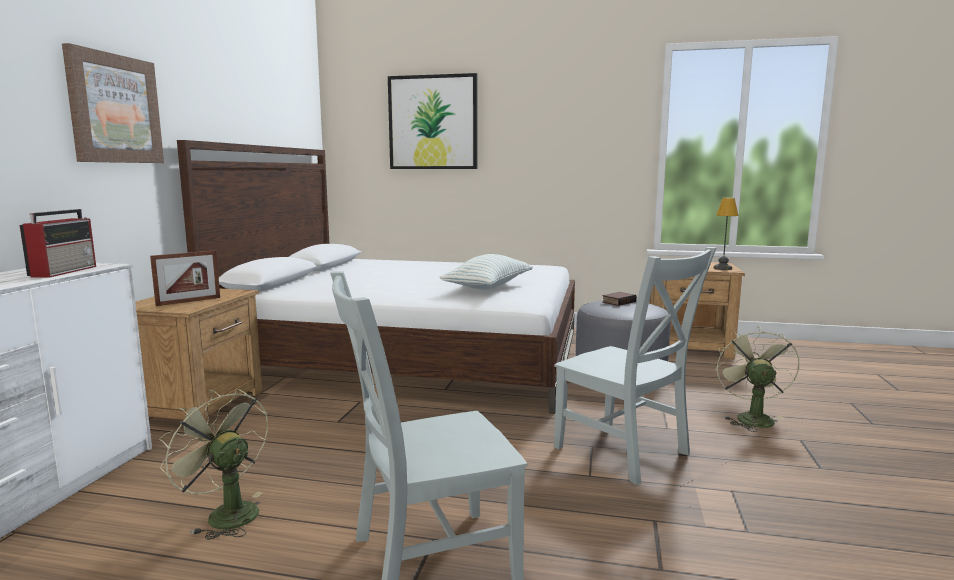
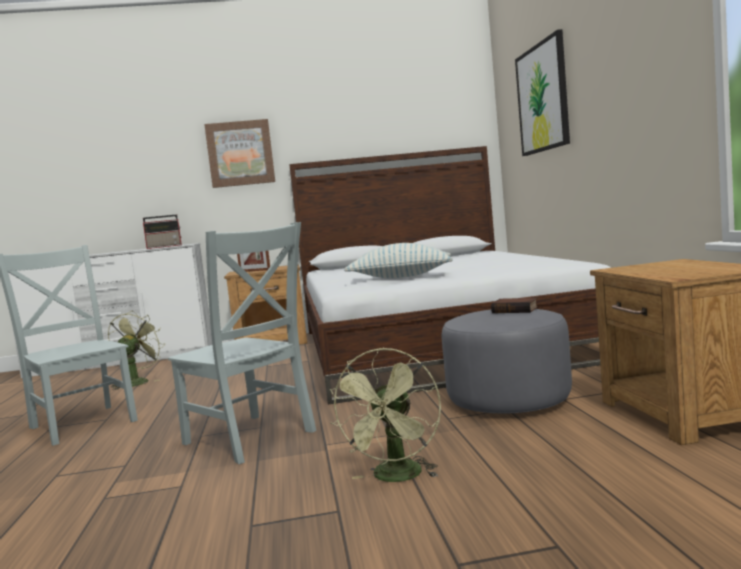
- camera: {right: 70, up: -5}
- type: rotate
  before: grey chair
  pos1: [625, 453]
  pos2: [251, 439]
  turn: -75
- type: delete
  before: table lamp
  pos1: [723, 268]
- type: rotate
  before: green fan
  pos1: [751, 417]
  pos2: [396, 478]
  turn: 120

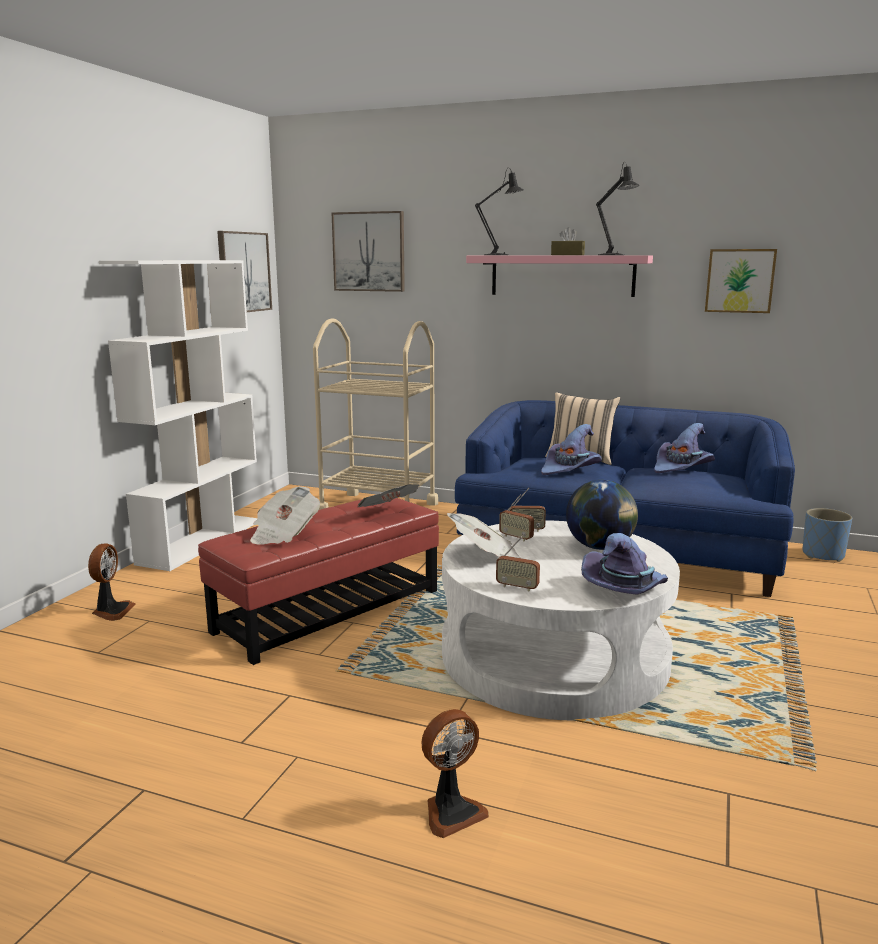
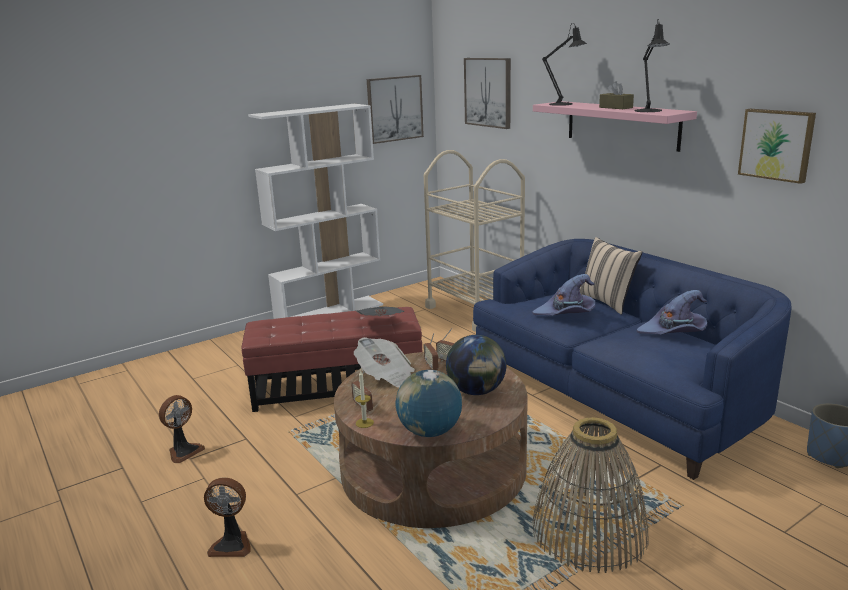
- camera: {right: 35, up: 5}
- type: move
  before: fan
  pos1: [112, 611]
  pos2: [184, 451]
- type: delete
  before: newspaper
  pos1: [283, 534]
- type: recolor
  before: white coffee table
  after: brown coffee table
  pos1: [554, 655]
  pos2: [433, 467]
- type: replace
  before: purple hat
  after: globe
  pos1: [625, 589]
  pos2: [429, 432]
- type: insert
  after: candle
  pos2: [364, 423]
- type: insert
  after: basket
  pos2: [589, 532]

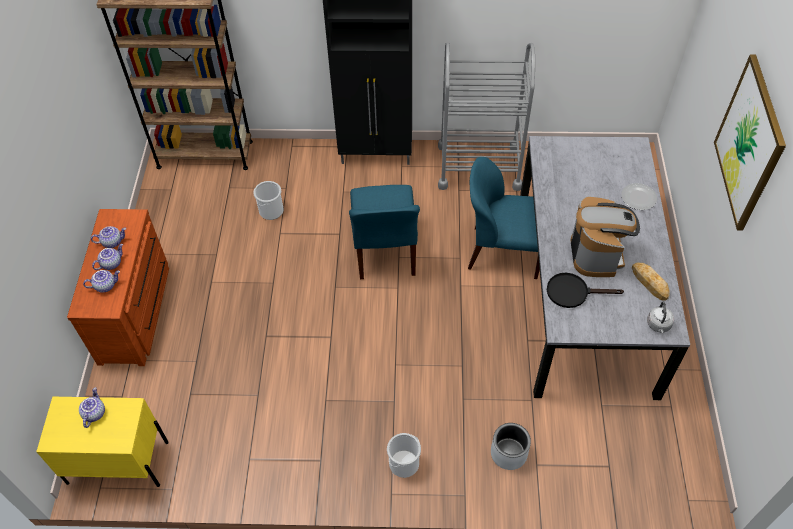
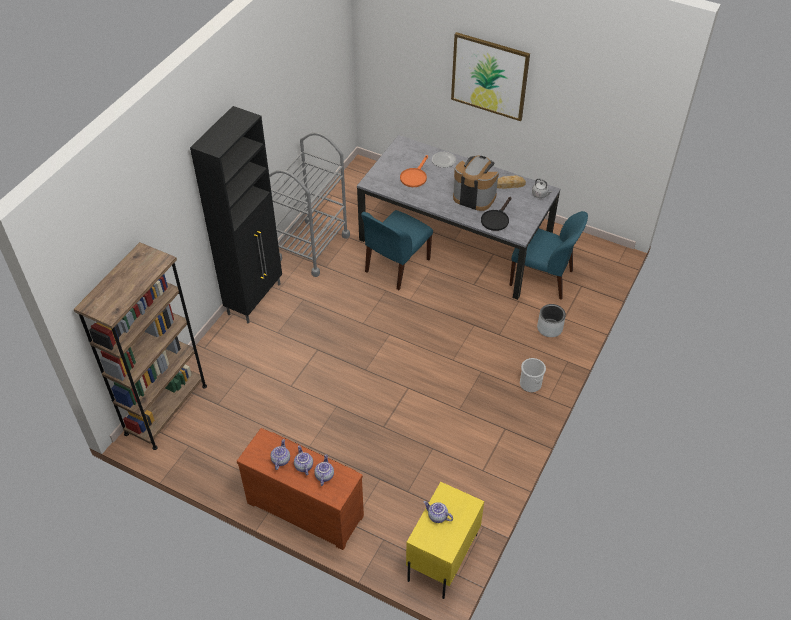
- camera: {right: -65, up: -5}
- type: delete
  before: bucket
  pos1: [271, 210]
- type: move
  before: blue chair
  pos1: [385, 251]
  pos2: [542, 278]
- type: insert
  after: orange frying pan
  pos2: [414, 176]

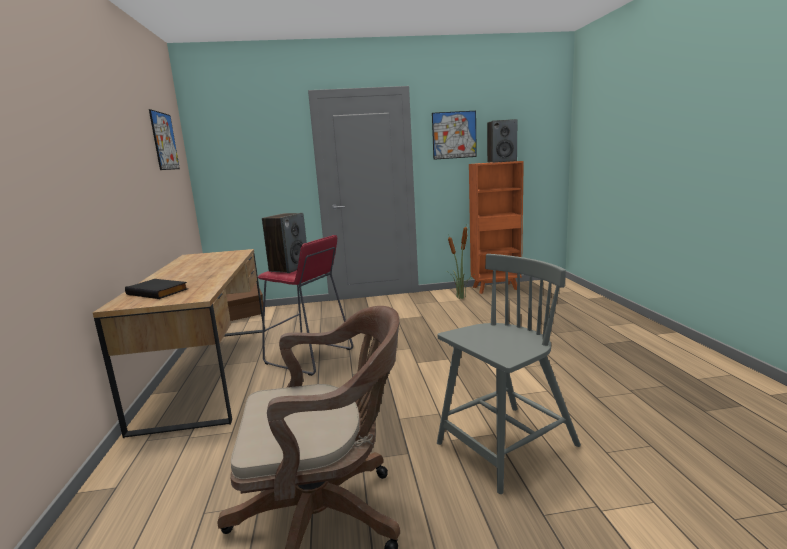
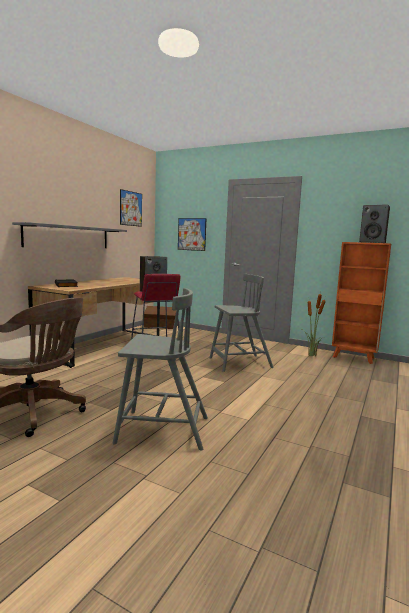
- camera: {right: 35, up: -5}
- type: move
  before: picture
  pos1: [454, 135]
  pos2: [191, 234]
- type: insert
  after: grey shelf
  pos2: [68, 237]
- type: insert
  after: grey chair
  pos2: [239, 363]

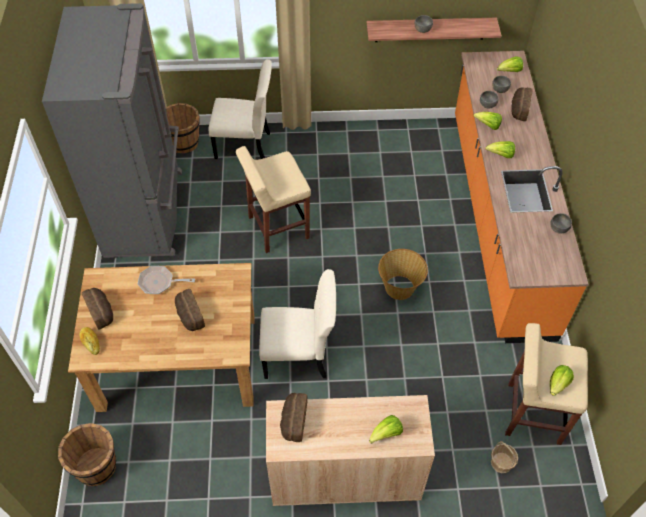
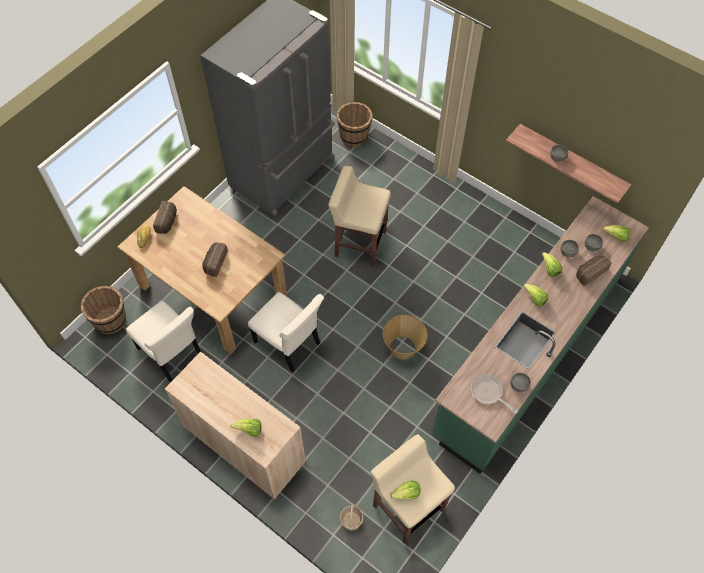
- camera: {right: 40, up: 5}
- type: move
  before: frying pan
  pos1: [159, 282]
  pos2: [488, 393]
- type: move
  before: beige chair
  pos1: [245, 146]
  pos2: [171, 354]
- type: delete
  before: bread
  pos1: [293, 421]
- type: recolor
  before: orange counter
  after: green counter
  pos1: [499, 220]
  pos2: [529, 352]

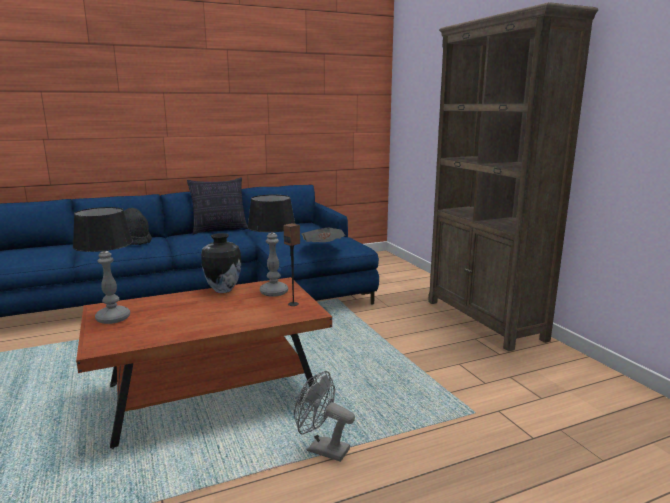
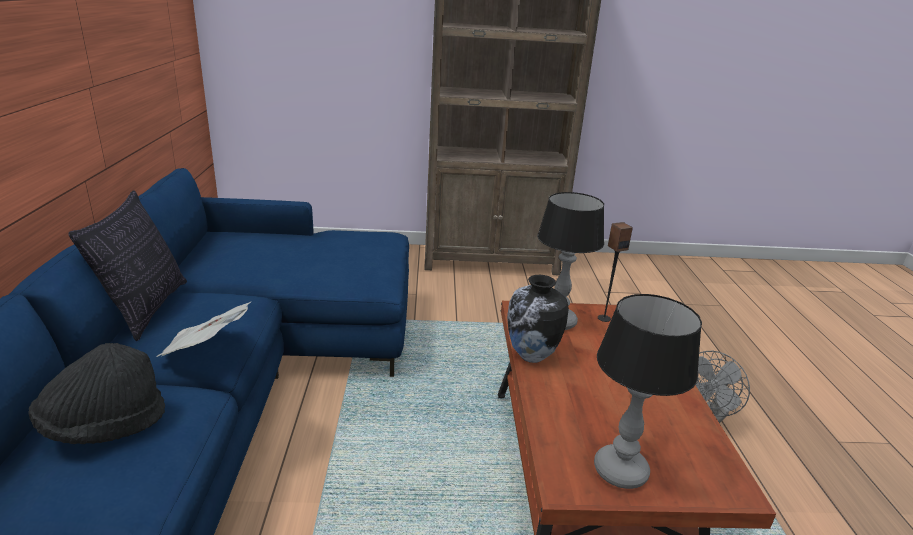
- camera: {right: -70, up: 10}
- type: move
  before: newspaper
  pos1: [323, 247]
  pos2: [207, 350]

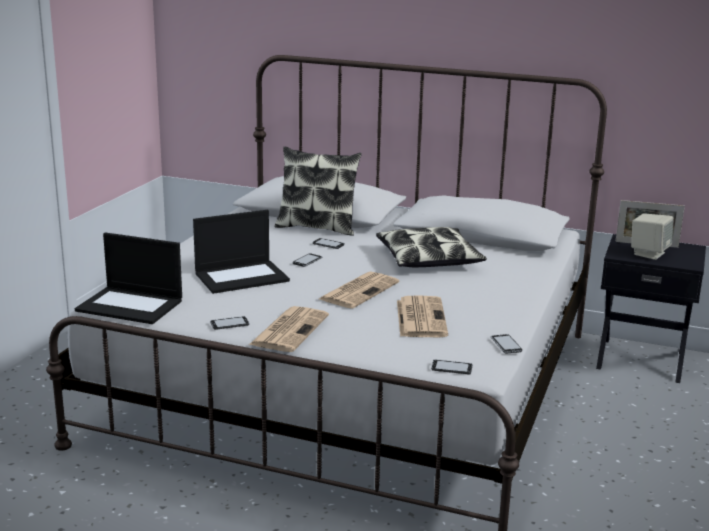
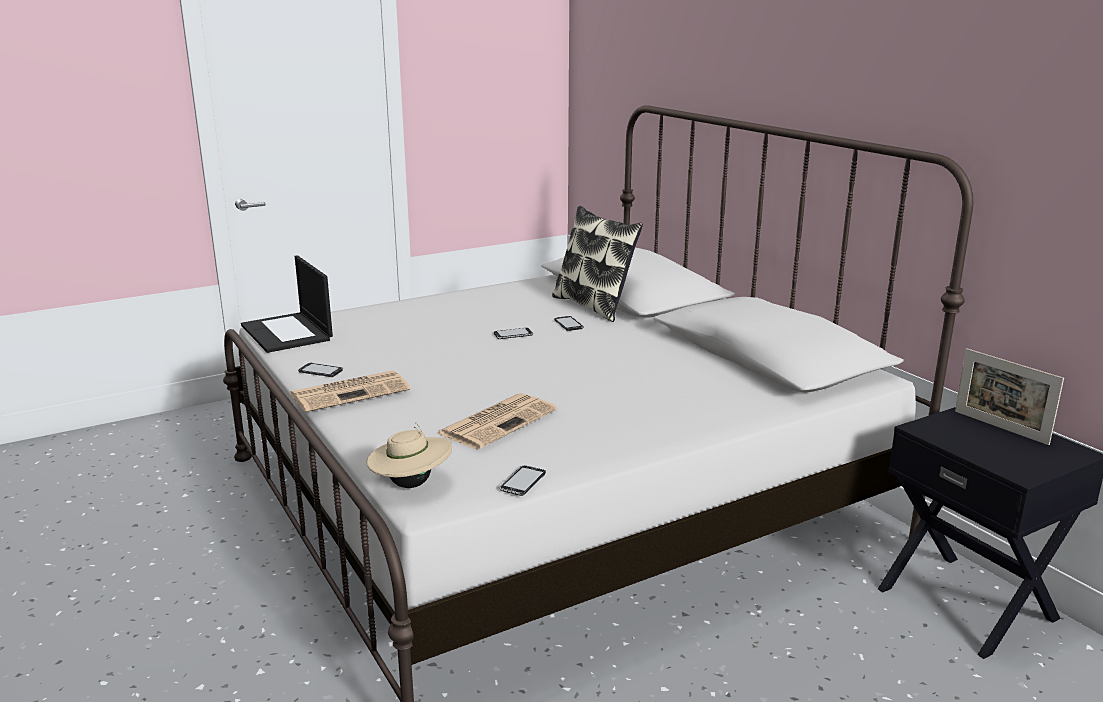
- camera: {right: 40, up: 0}
- type: delete
  before: laptop
  pos1: [242, 276]
- type: delete
  before: newspaper
  pos1: [359, 290]
- type: delete
  before: pillow
  pos1: [429, 259]
- type: replace
  before: phone
  after: beige hat
  pos1: [451, 368]
  pos2: [411, 484]
- type: delete
  before: beige speaker
  pos1: [649, 253]

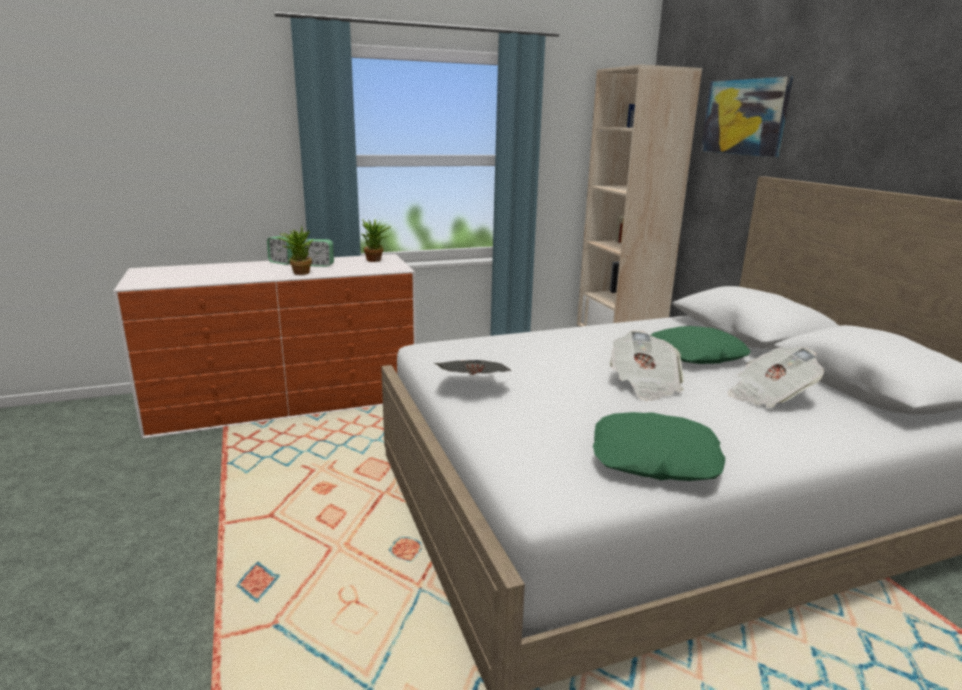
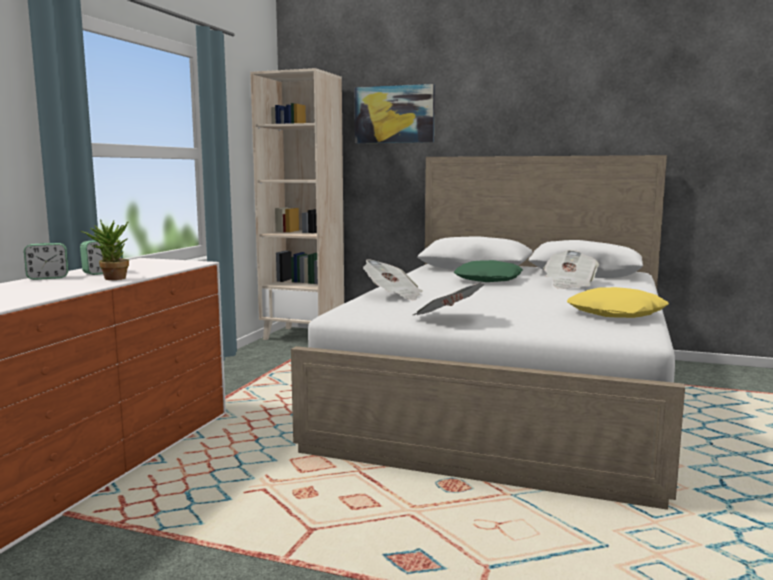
- camera: {right: -50, up: -10}
- type: delete
  before: potted plant
  pos1: [376, 260]
- type: recolor
  before: green pillow
  after: yellow pillow
  pos1: [654, 459]
  pos2: [617, 313]
- type: move
  before: newspaper
  pos1: [644, 385]
  pos2: [393, 296]

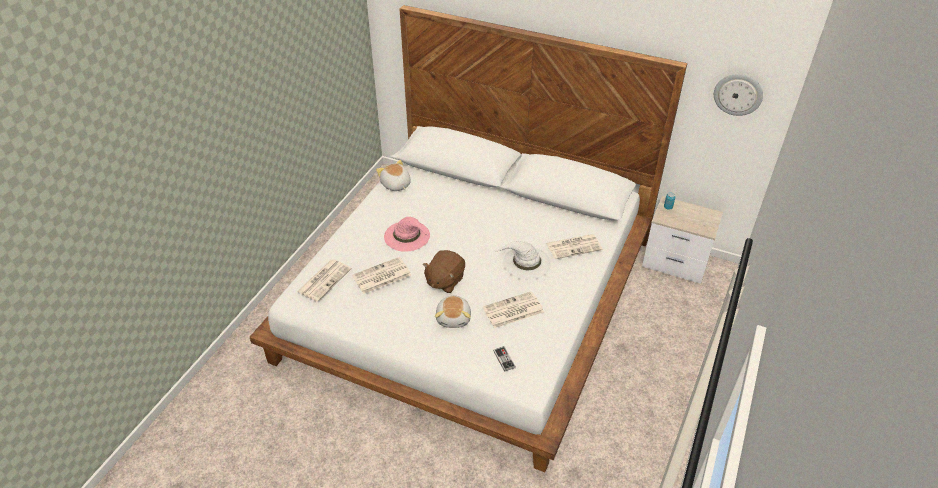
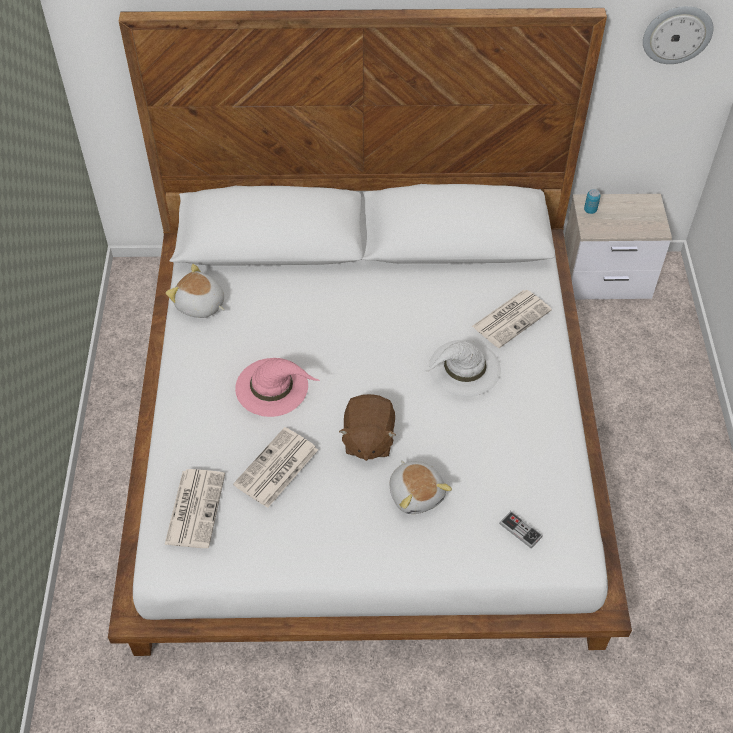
- camera: {right: -25, up: 10}
- type: delete
  before: newspaper
  pos1: [512, 310]

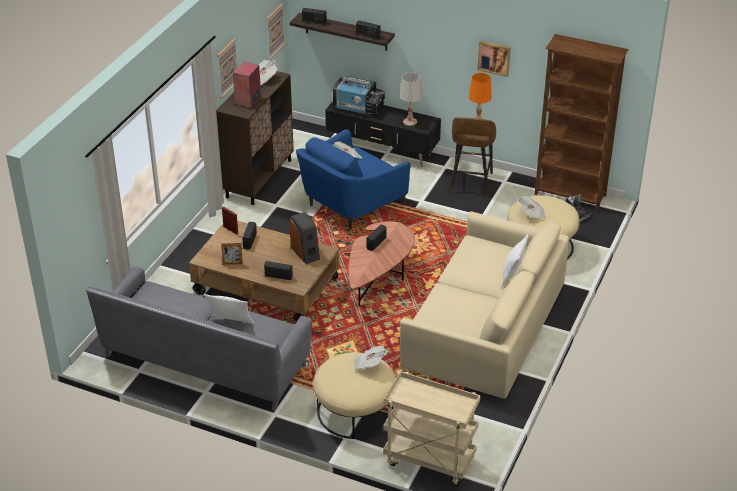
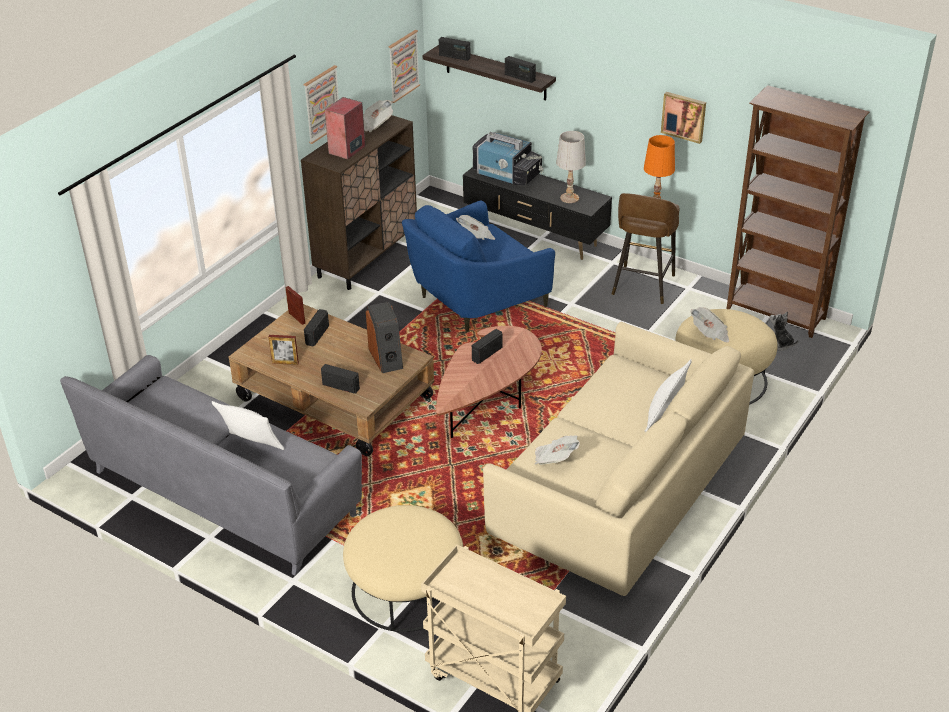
- camera: {right: 10, up: 0}
- type: move
  before: newspaper
  pos1: [368, 364]
  pos2: [555, 459]

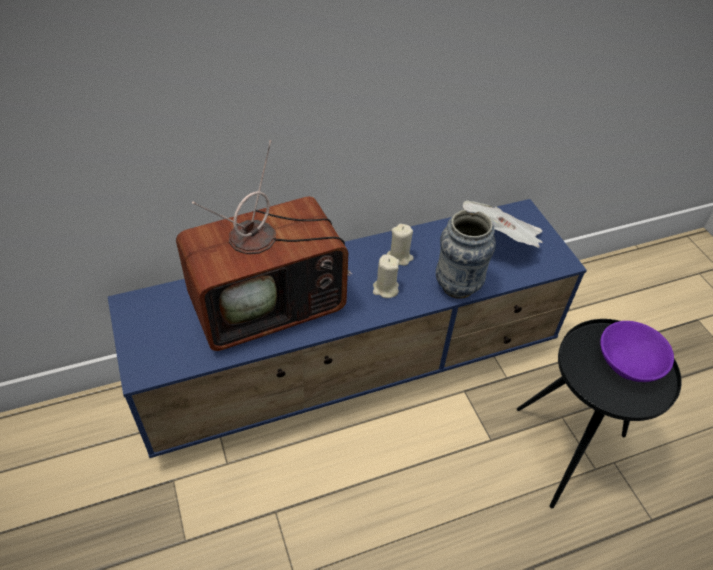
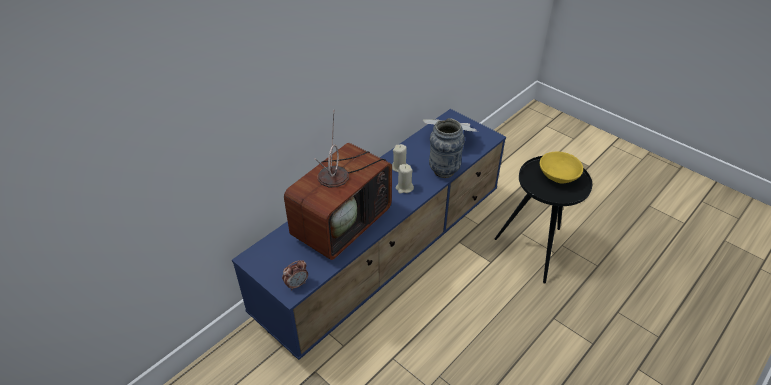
- camera: {right: -25, up: -5}
- type: recolor
  before: purple bowl
  after: yellow bowl
  pos1: [628, 363]
  pos2: [558, 176]
- type: insert
  after: alarm clock
  pos2: [297, 284]

